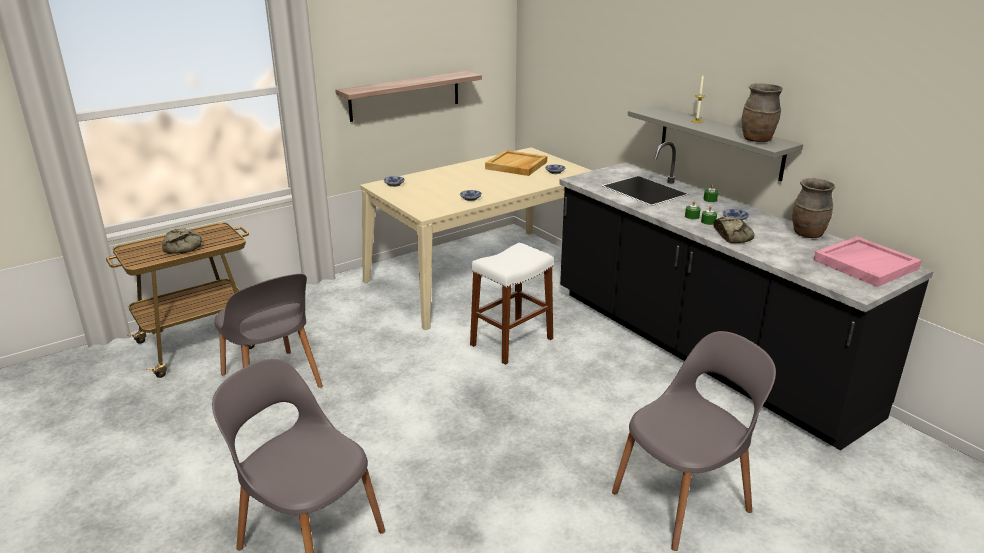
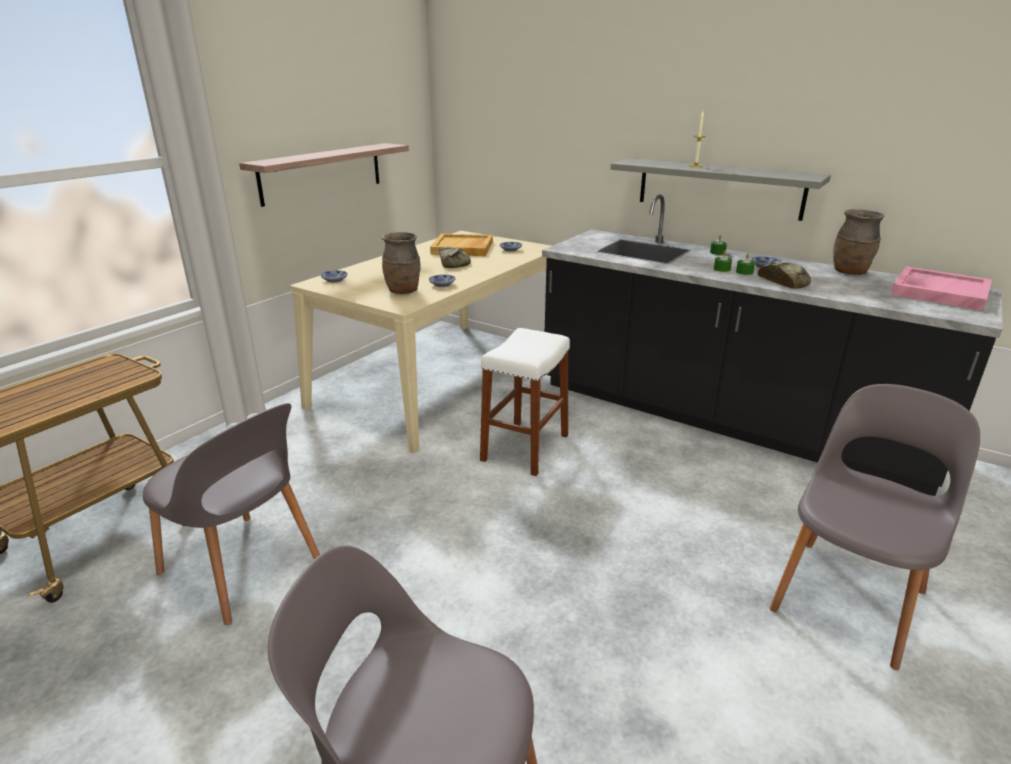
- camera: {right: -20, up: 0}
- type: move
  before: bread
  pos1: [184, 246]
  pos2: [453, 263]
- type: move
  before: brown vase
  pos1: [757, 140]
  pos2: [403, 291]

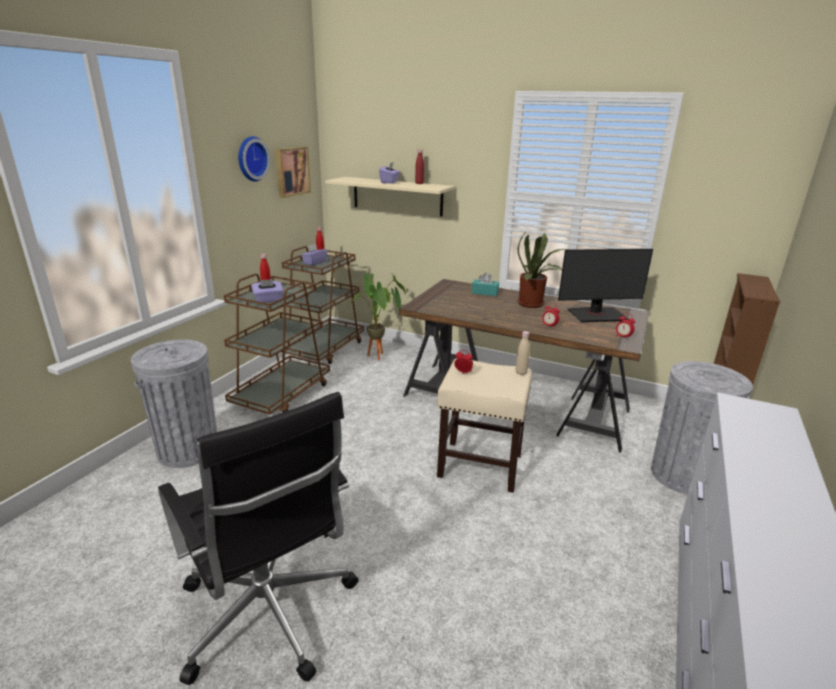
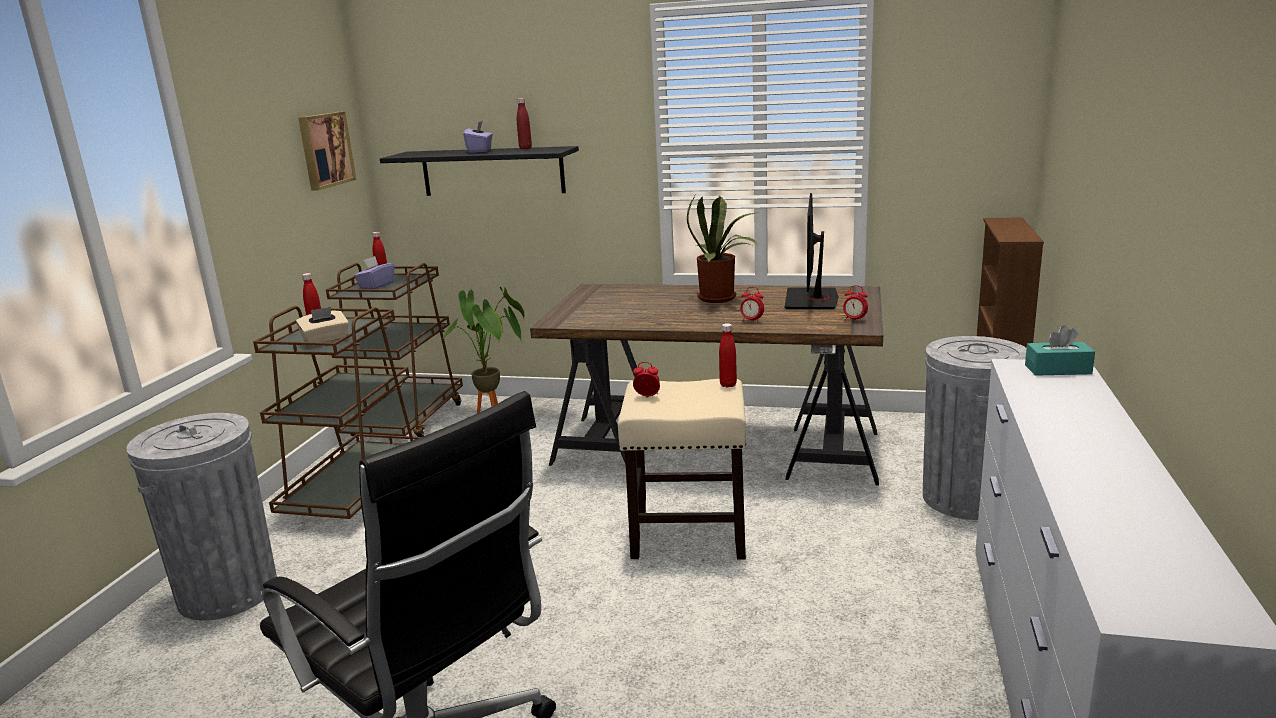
- camera: {right: -10, up: -5}
- type: delete
  before: wall clock
  pos1: [251, 159]
- type: recolor
  before: purple tissue box
  after: beige tissue box
  pos1: [268, 300]
  pos2: [326, 341]
- type: recolor
  before: beige shelf
  after: black shelf
  pos1: [397, 196]
  pos2: [492, 171]
- type: move
  before: turquoise tissue box
  pos1: [484, 292]
  pos2: [1058, 369]
- type: recolor
  before: beige bottle
  after: red bottle
  pos1: [521, 373]
  pos2: [728, 385]
- type: rotate
  before: monitor
  pos1: [596, 315]
  pos2: [812, 299]
  turn: 120

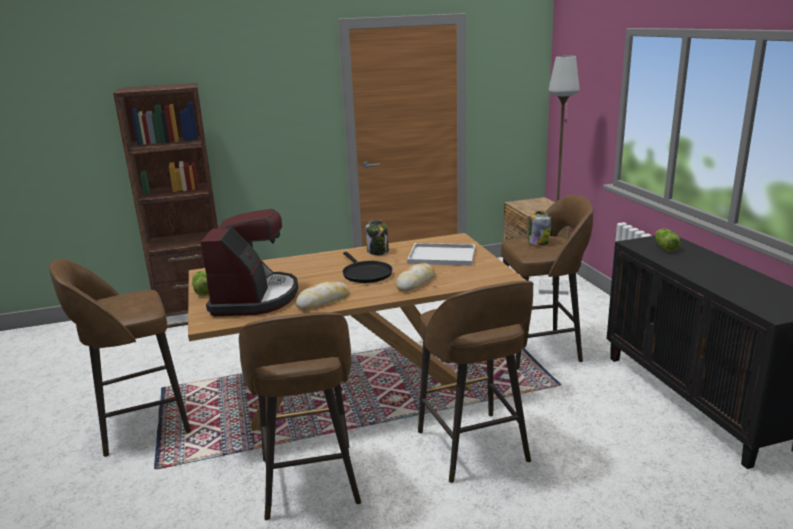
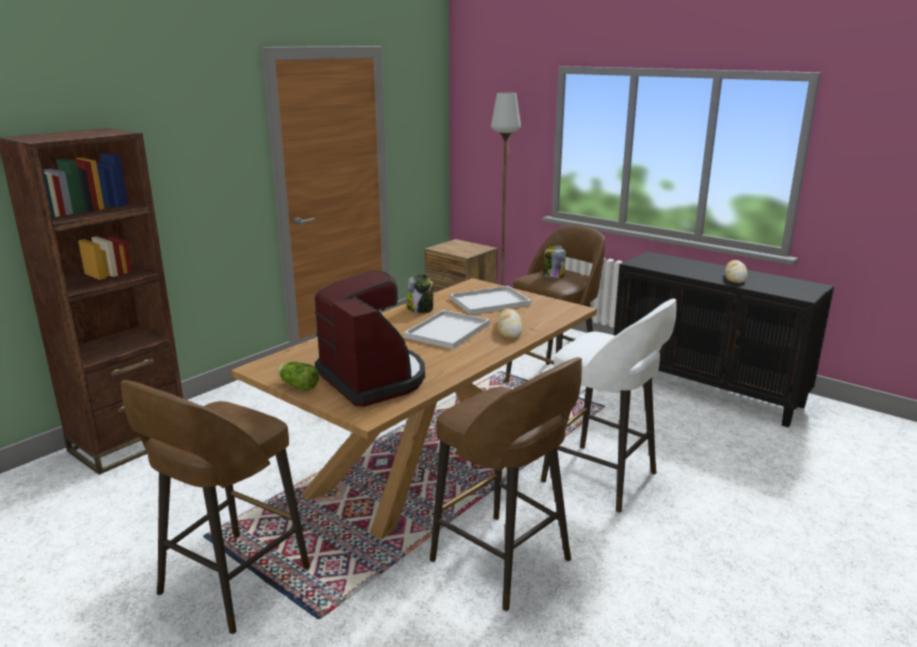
- camera: {right: -35, up: 0}
- type: move
  before: bread
  pos1: [323, 301]
  pos2: [735, 277]
- type: replace
  before: black frying pan
  after: white tray
  pos1: [365, 274]
  pos2: [447, 331]
- type: recolor
  before: brown stool
  after: white stool
  pos1: [473, 448]
  pos2: [602, 479]
- type: delete
  before: lettuce
  pos1: [664, 247]

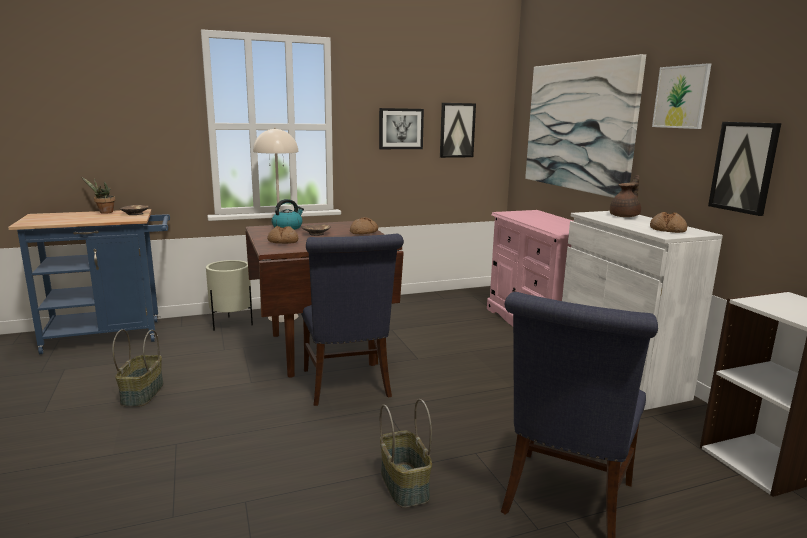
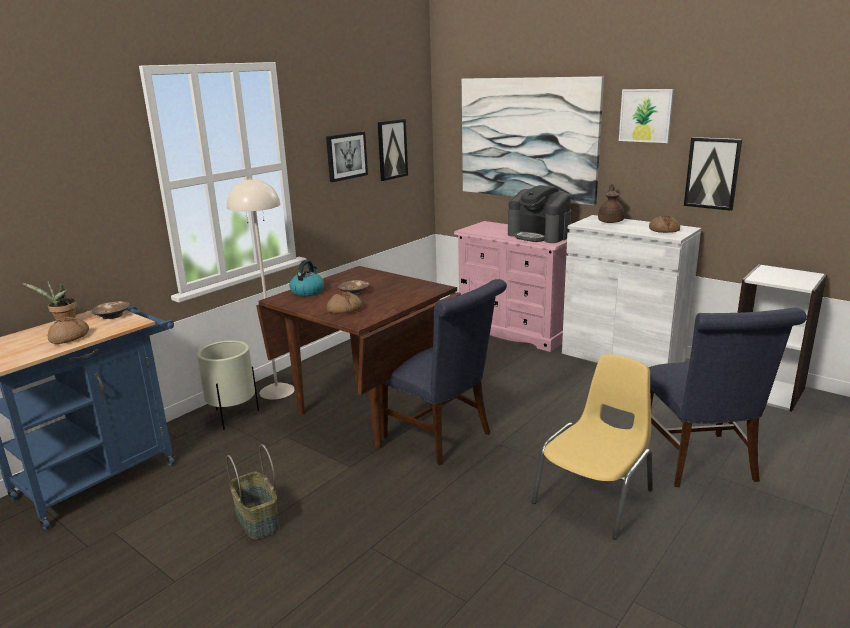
- camera: {right: -30, up: 5}
- type: move
  before: bread
  pos1: [364, 232]
  pos2: [69, 337]
- type: replace
  before: basket
  after: yellow chair
  pos1: [405, 485]
  pos2: [595, 496]
- type: insert
  after: coffee machine
  pos2: [539, 235]

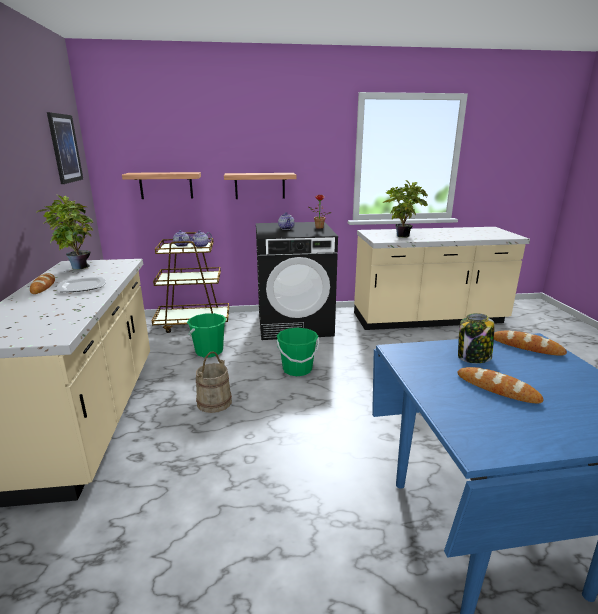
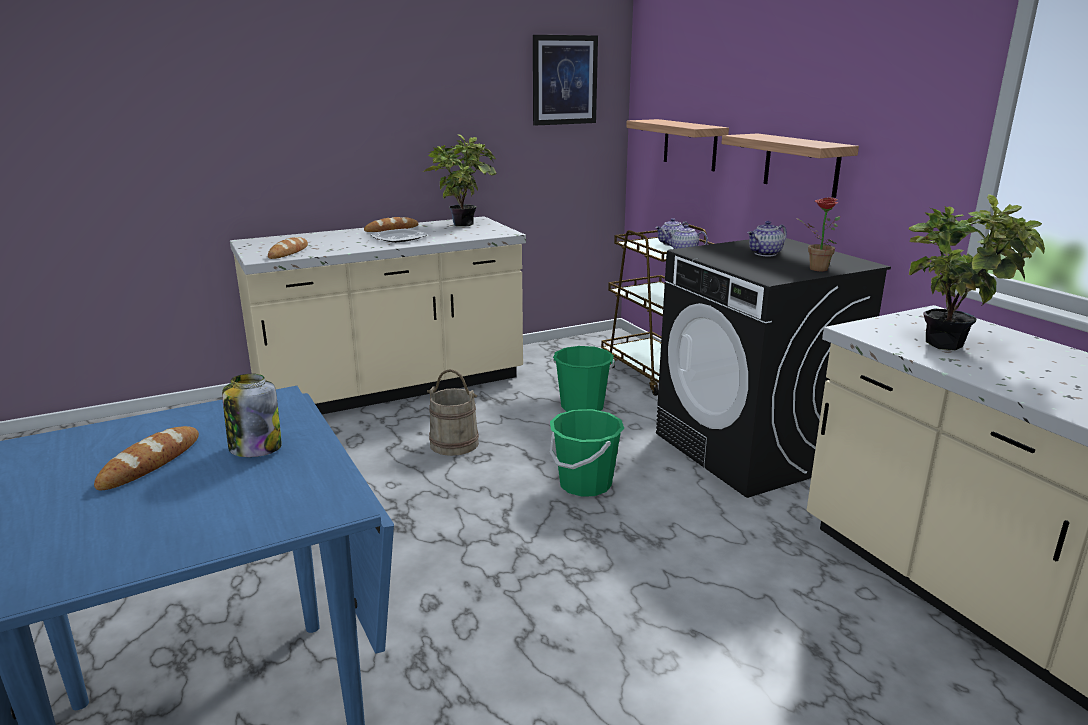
- camera: {right: 70, up: 0}
- type: move
  before: bread
  pos1: [526, 346]
  pos2: [288, 252]

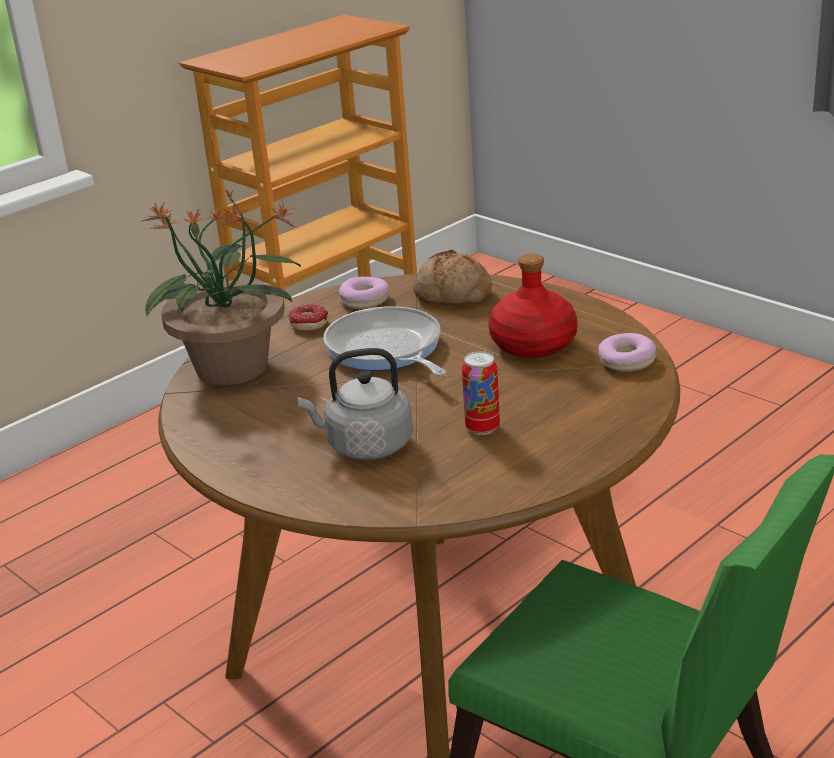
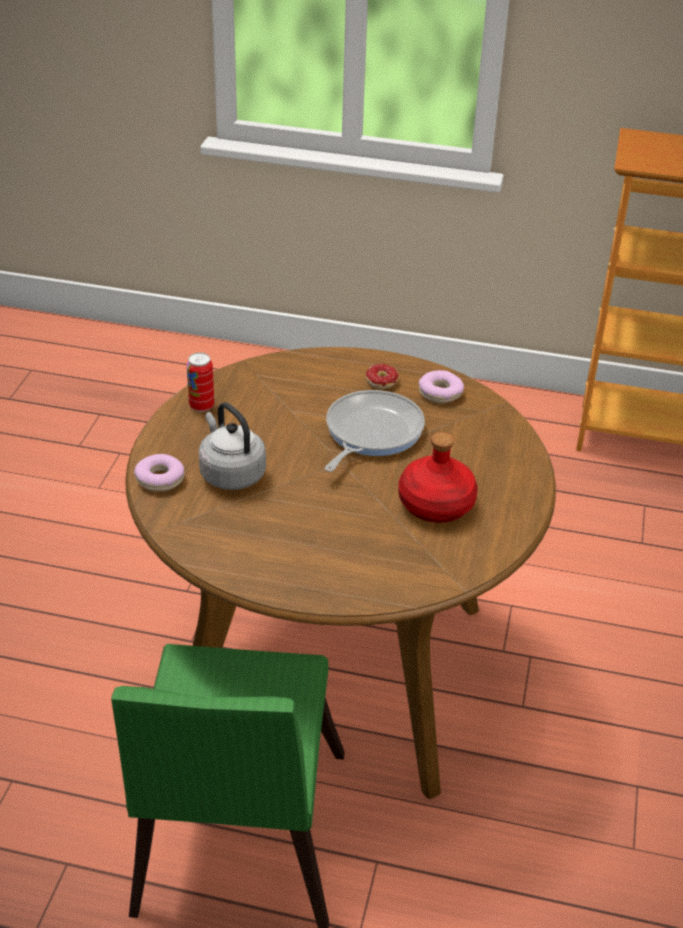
- camera: {right: 55, up: 10}
- type: delete
  before: potted plant
  pos1: [234, 368]
- type: delete
  before: bread
  pos1: [452, 295]
- type: move
  before: can
  pos1: [482, 428]
  pos2: [201, 406]
- type: move
  before: donut
  pos1: [626, 361]
  pos2: [160, 479]

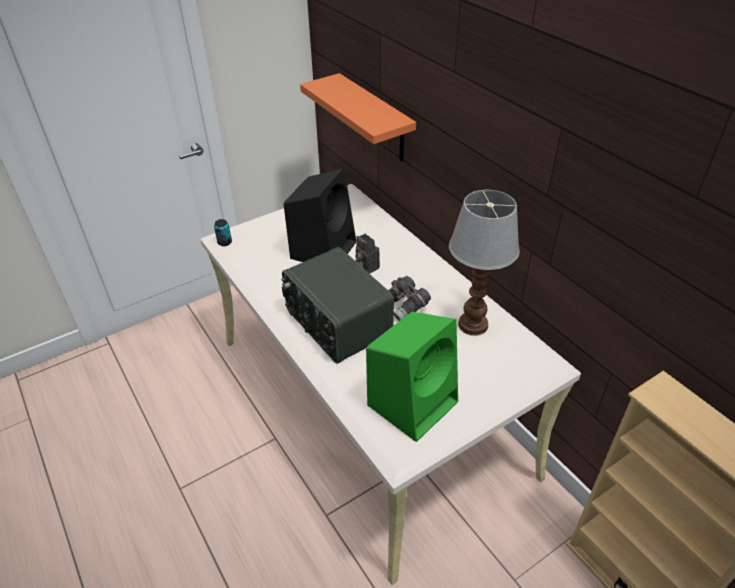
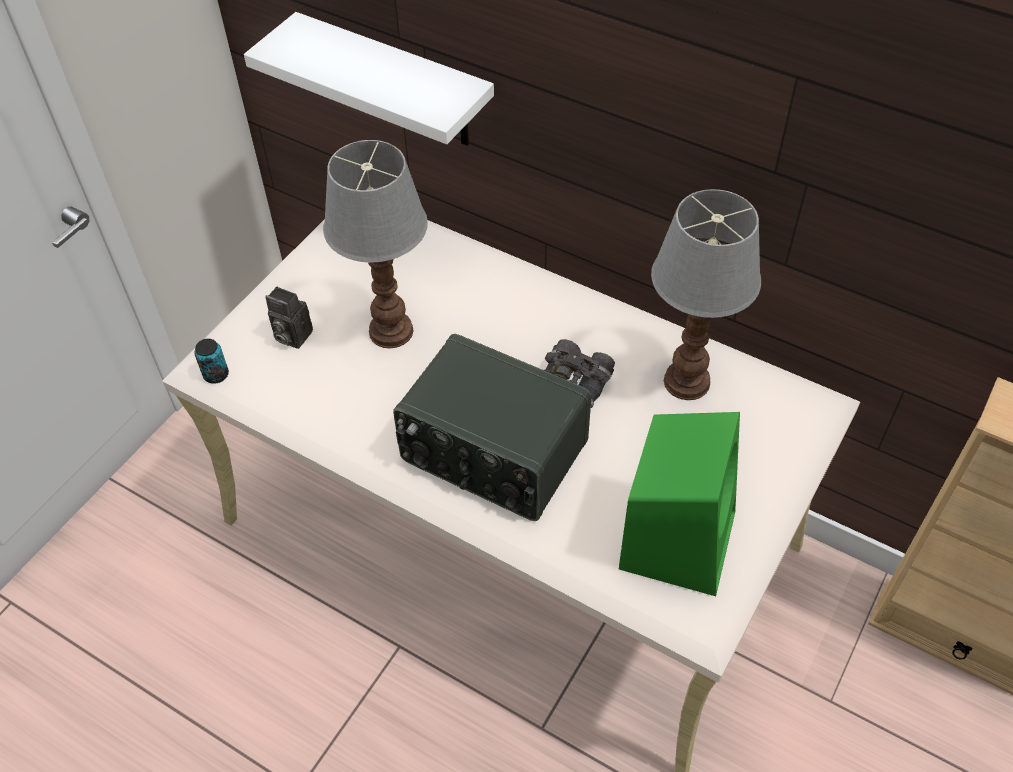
- camera: {right: -25, up: 10}
- type: replace
  before: black speaker
  after: table lamp
  pos1: [324, 249]
  pos2: [390, 330]
- type: recolor
  before: orange shelf
  after: white shelf
  pos1: [375, 119]
  pos2: [395, 82]
- type: move
  before: photo camera
  pos1: [365, 267]
  pos2: [291, 336]

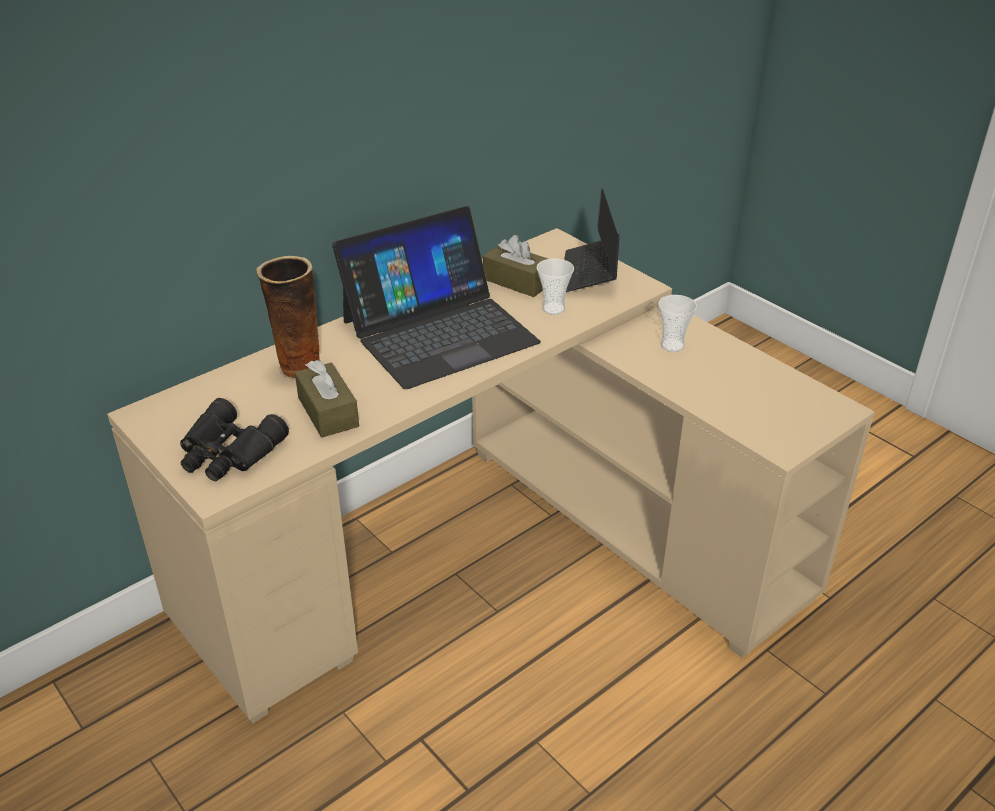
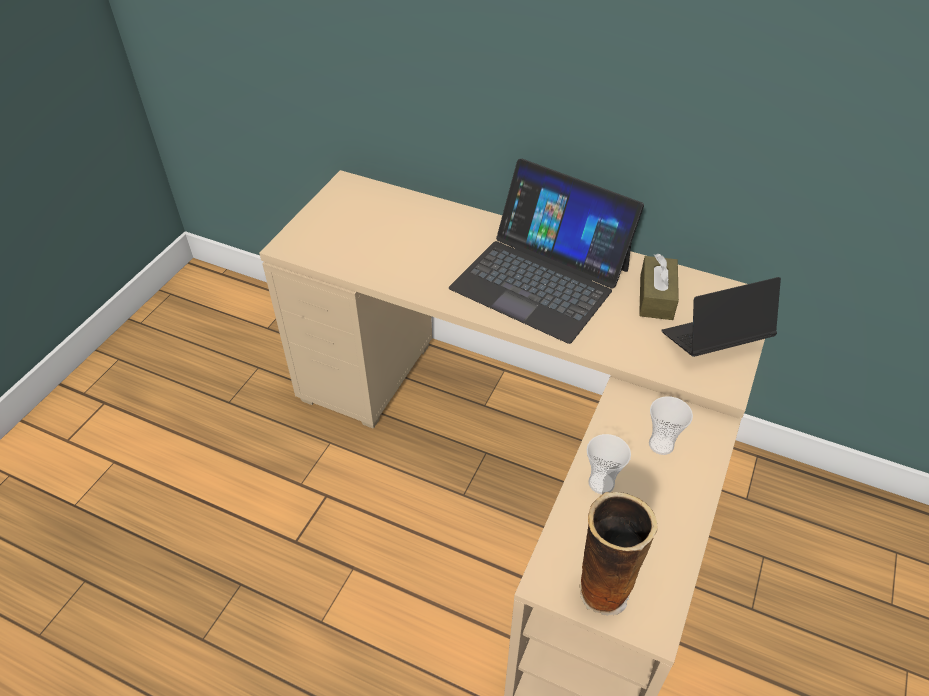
- camera: {right: 65, up: 10}
- type: delete
  before: black binoculars
  pos1: [228, 452]
- type: move
  before: vase
  pos1: [298, 367]
  pos2: [602, 588]
- type: delete
  before: brown tissue box
  pos1: [328, 412]
- type: move
  before: cup
  pos1: [553, 309]
  pos2: [601, 483]

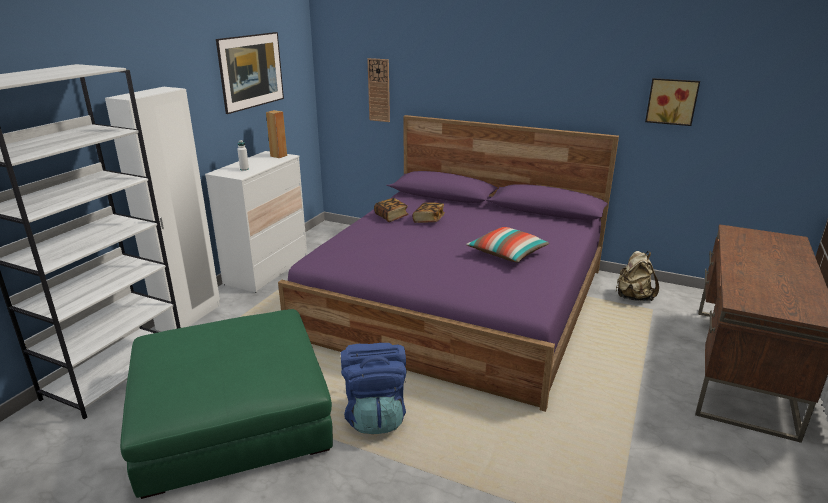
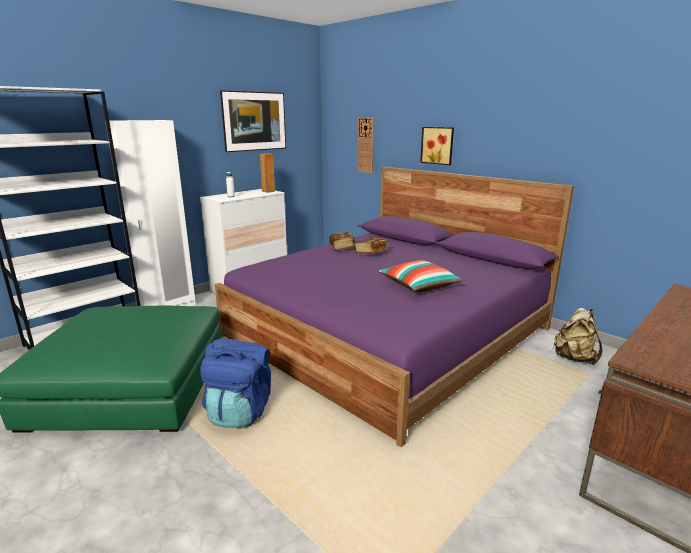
- camera: {right: 20, up: -5}
- type: move
  before: picture
  pos1: [672, 101]
  pos2: [438, 145]

